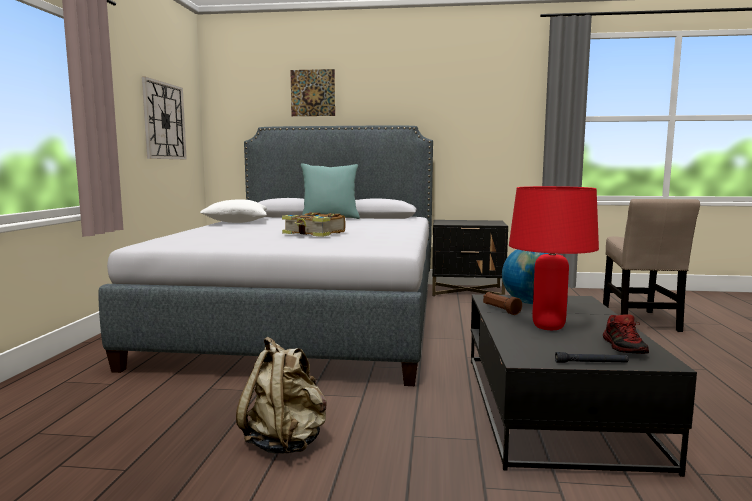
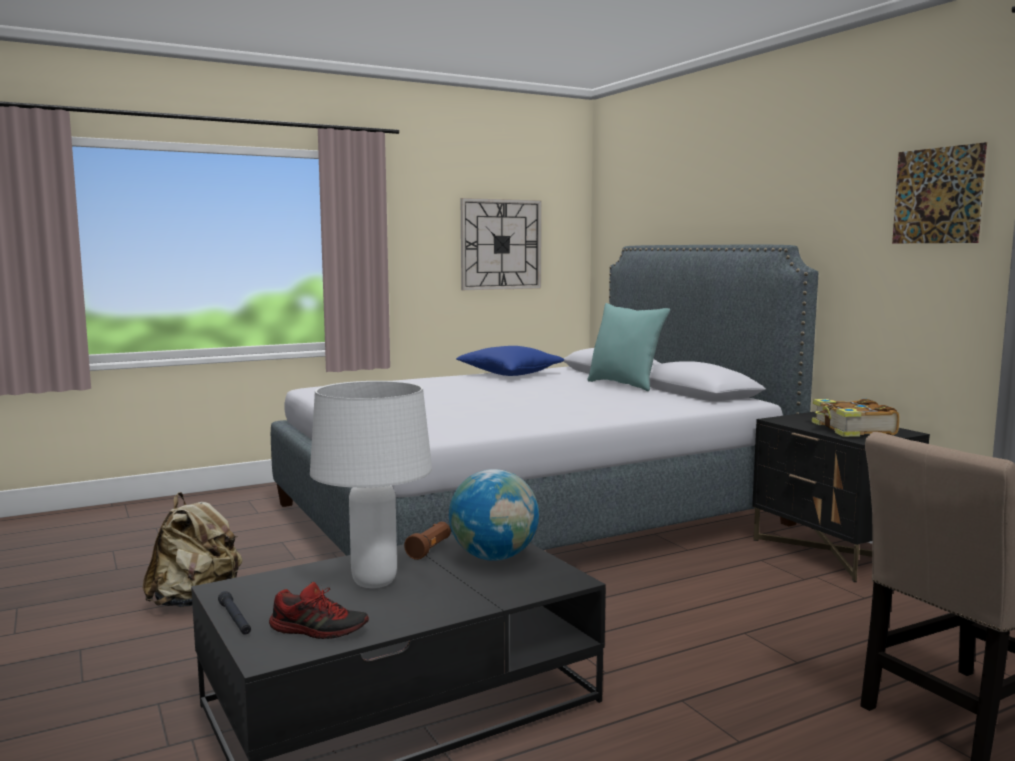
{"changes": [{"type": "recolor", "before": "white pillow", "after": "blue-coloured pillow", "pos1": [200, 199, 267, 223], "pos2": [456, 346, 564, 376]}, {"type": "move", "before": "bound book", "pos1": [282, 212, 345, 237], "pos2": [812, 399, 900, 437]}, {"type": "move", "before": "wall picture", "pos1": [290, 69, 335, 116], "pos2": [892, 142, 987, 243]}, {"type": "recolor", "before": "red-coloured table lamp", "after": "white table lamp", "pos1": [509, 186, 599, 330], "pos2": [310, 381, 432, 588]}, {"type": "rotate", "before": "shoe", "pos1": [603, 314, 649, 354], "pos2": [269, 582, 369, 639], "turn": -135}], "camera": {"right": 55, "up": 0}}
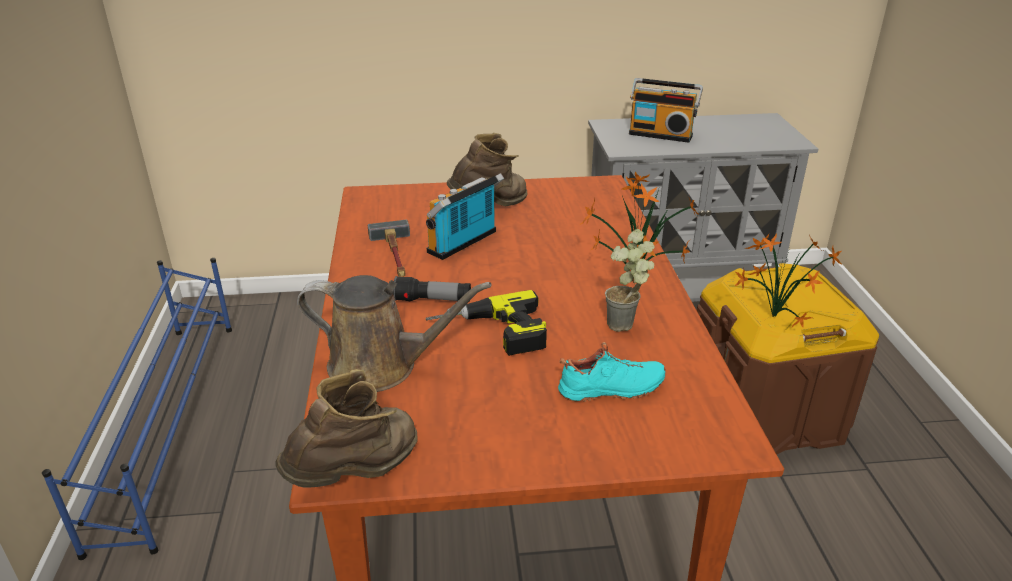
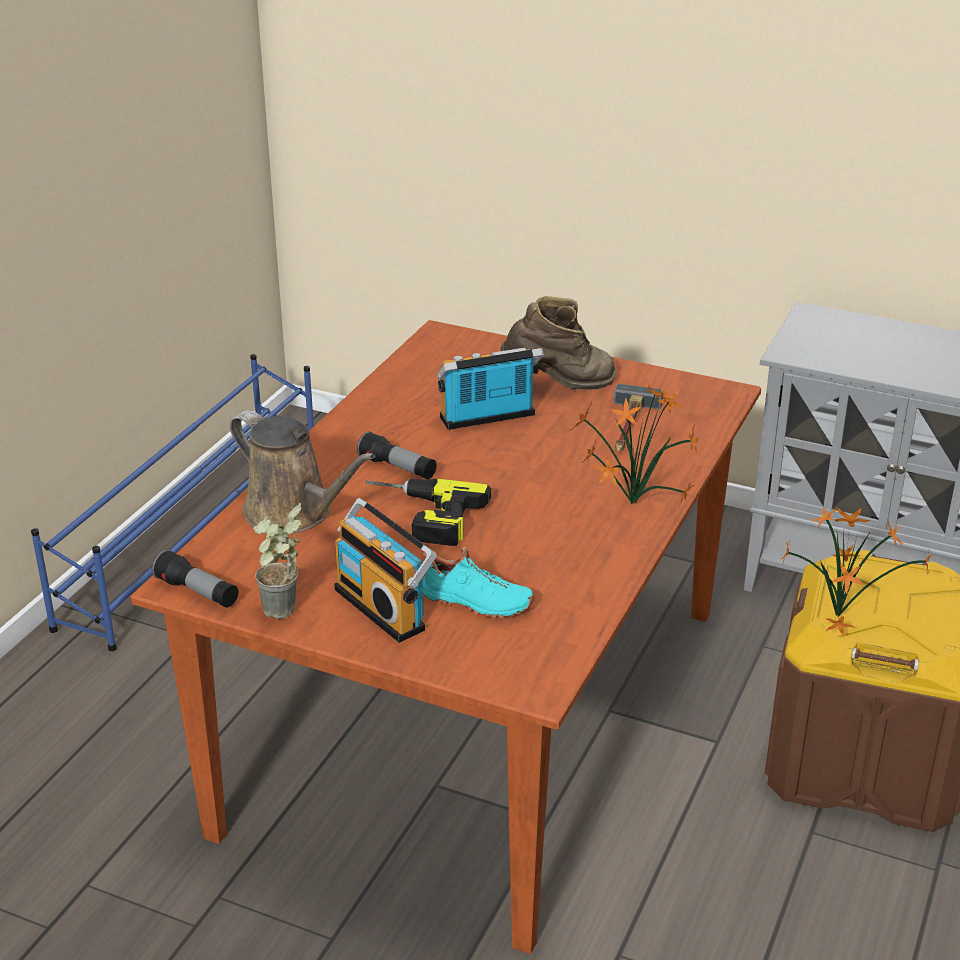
{"changes": [{"type": "replace", "before": "brown boot", "after": "flashlight", "pos1": [275, 369, 418, 488], "pos2": [152, 549, 238, 608]}, {"type": "move", "before": "hand hammer", "pos1": [368, 220, 410, 277], "pos2": [613, 384, 663, 451]}, {"type": "move", "before": "potted plant", "pos1": [605, 229, 654, 332], "pos2": [254, 503, 301, 619]}, {"type": "move", "before": "radio", "pos1": [629, 78, 703, 143], "pos2": [334, 498, 437, 643]}], "camera": {"right": 30, "up": 0}}
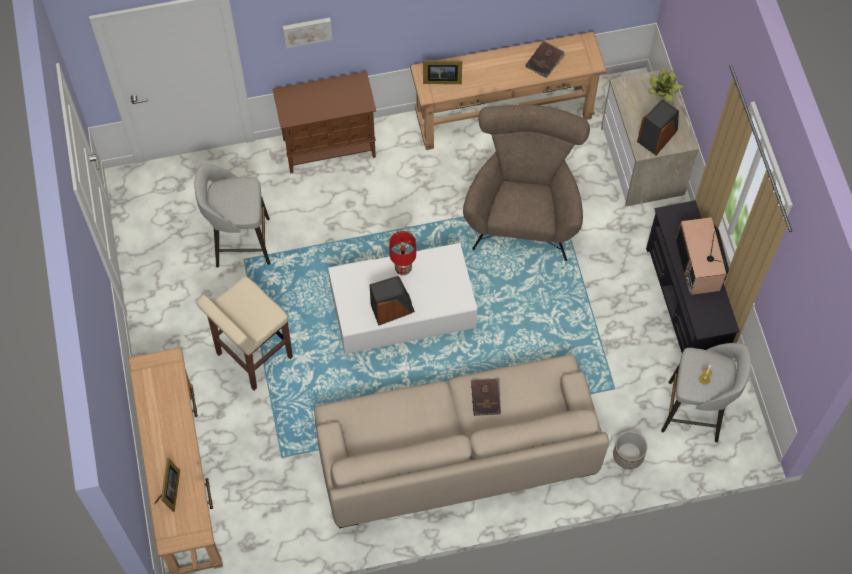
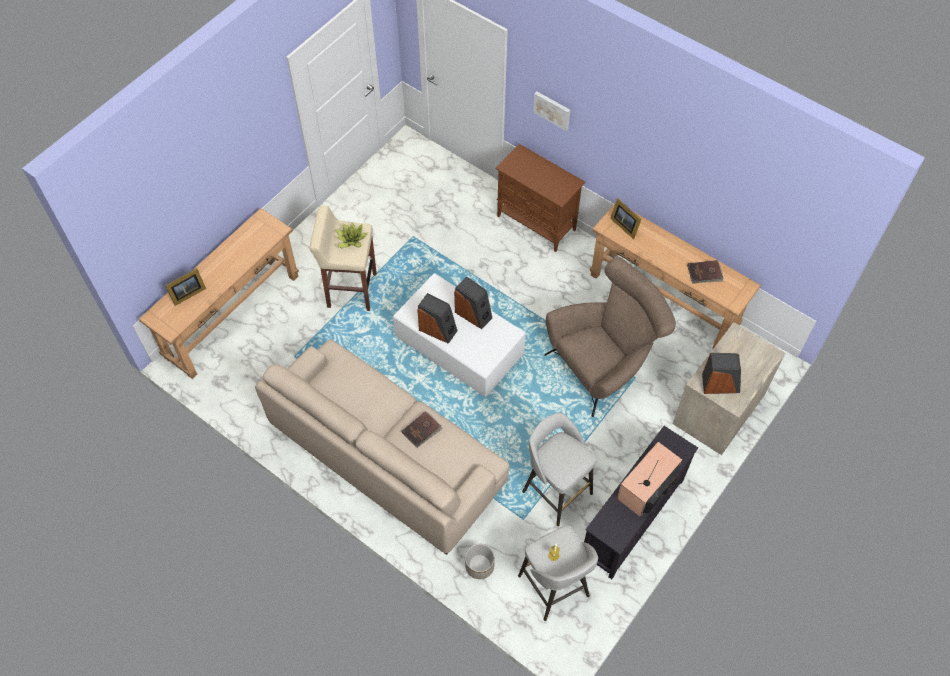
{"changes": [{"type": "move", "before": "grey stool", "pos1": [194, 164, 270, 268], "pos2": [522, 412, 596, 526]}, {"type": "replace", "before": "red-coloured table lamp", "after": "speaker", "pos1": [389, 231, 416, 275], "pos2": [454, 276, 492, 329]}, {"type": "move", "before": "potted plant", "pos1": [648, 67, 684, 102], "pos2": [335, 222, 368, 248]}], "camera": {"right": 50, "up": -5}}
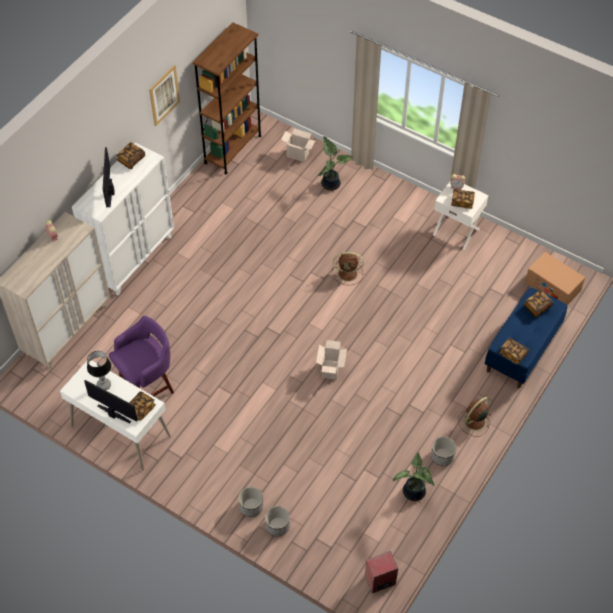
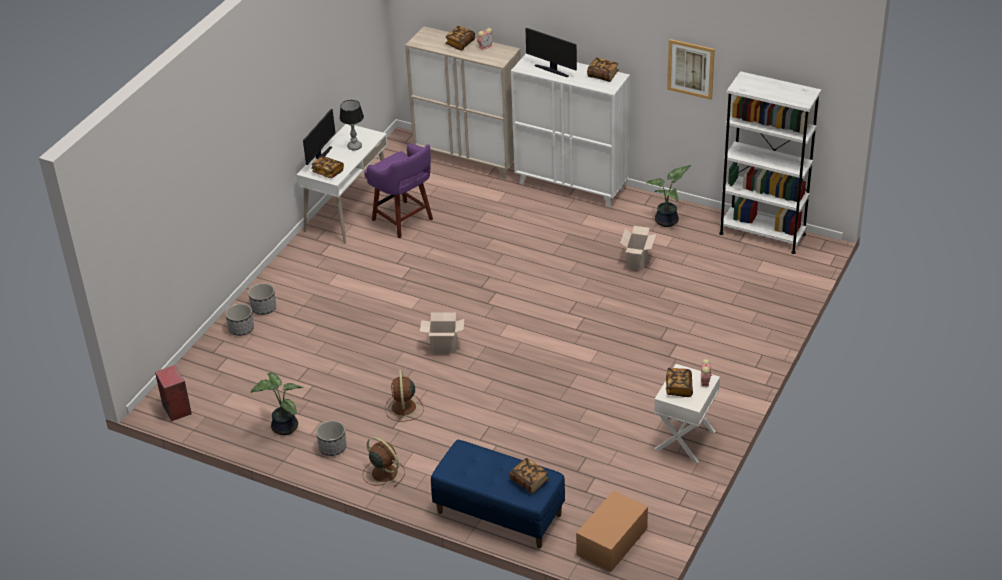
{"changes": [{"type": "rotate", "before": "computer display", "pos1": [103, 147, 115, 207], "pos2": [525, 28, 577, 78], "turn": -135}, {"type": "recolor", "before": "brown shelving unit", "after": "white shelving unit", "pos1": [192, 22, 262, 174], "pos2": [719, 71, 822, 254]}, {"type": "move", "before": "carton", "pos1": [281, 129, 315, 162], "pos2": [620, 226, 656, 270]}, {"type": "move", "before": "potted plant", "pos1": [318, 136, 353, 191], "pos2": [646, 165, 692, 227]}, {"type": "move", "before": "brown fan", "pos1": [332, 252, 364, 285], "pos2": [385, 369, 424, 422]}, {"type": "move", "before": "bound book", "pos1": [499, 338, 529, 365], "pos2": [445, 26, 475, 51]}], "camera": {"right": 85, "up": -15}}
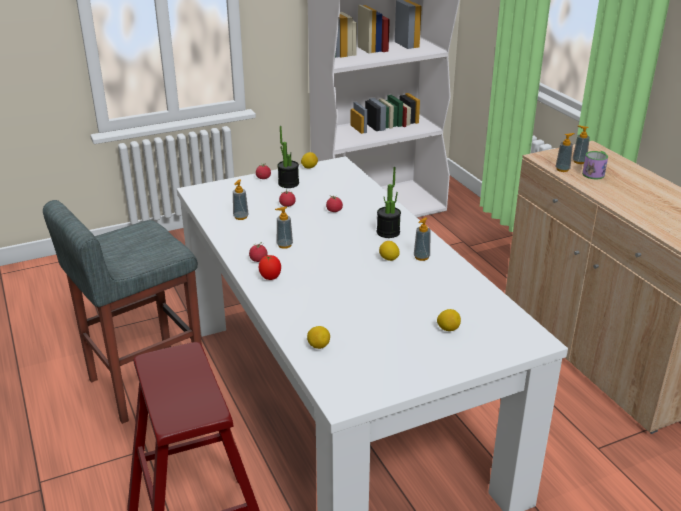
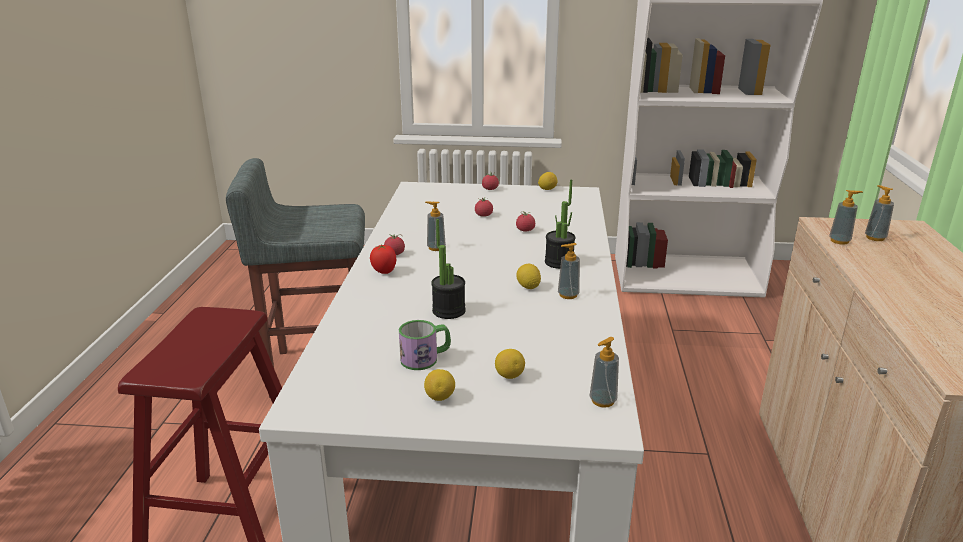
{"changes": [{"type": "move", "before": "liquid soap bottle", "pos1": [233, 179, 249, 220], "pos2": [590, 337, 619, 408]}, {"type": "move", "before": "potted plant", "pos1": [277, 126, 299, 188], "pos2": [431, 219, 466, 319]}, {"type": "move", "before": "citrus fruit", "pos1": [307, 326, 330, 349], "pos2": [424, 369, 455, 401]}, {"type": "move", "before": "tea mug", "pos1": [582, 151, 608, 179], "pos2": [399, 320, 451, 370]}], "camera": {"right": 30, "up": -5}}
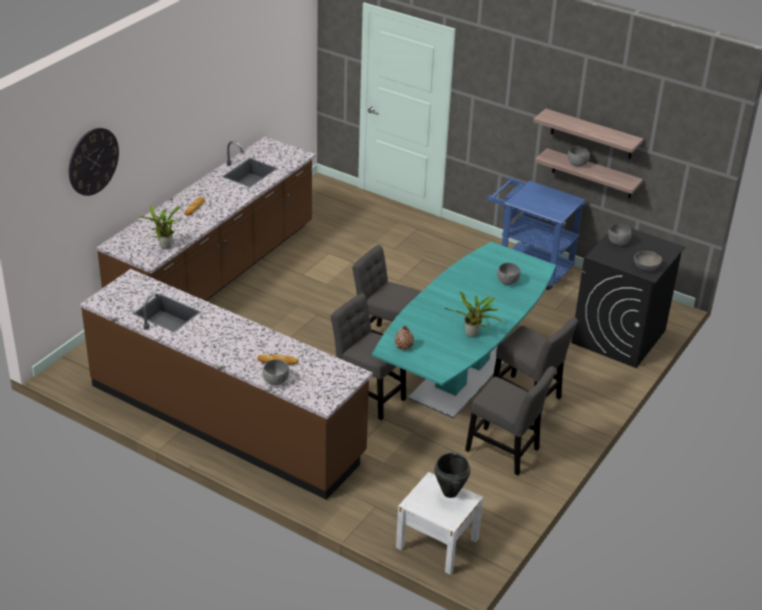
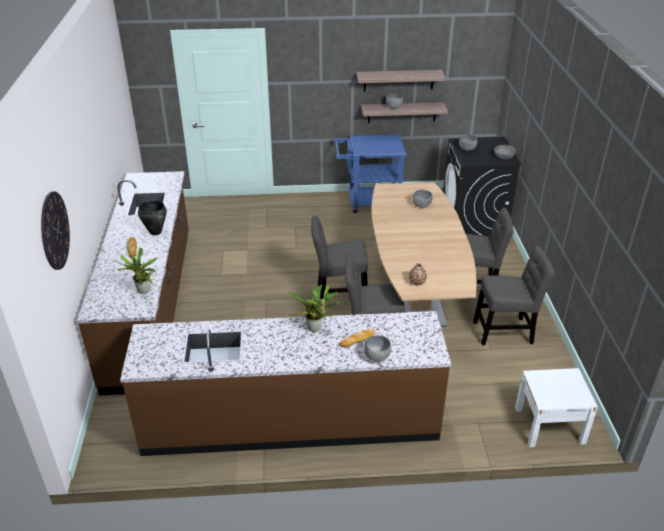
{"changes": [{"type": "recolor", "before": "blue-green kitchen table", "after": "brown kitchen table", "pos1": [372, 242, 556, 419], "pos2": [371, 182, 477, 327]}, {"type": "move", "before": "blackish stockpot", "pos1": [434, 453, 470, 498], "pos2": [138, 200, 167, 235]}, {"type": "move", "before": "potted plant", "pos1": [445, 291, 502, 337], "pos2": [288, 284, 347, 332]}], "camera": {"right": -35, "up": 0}}
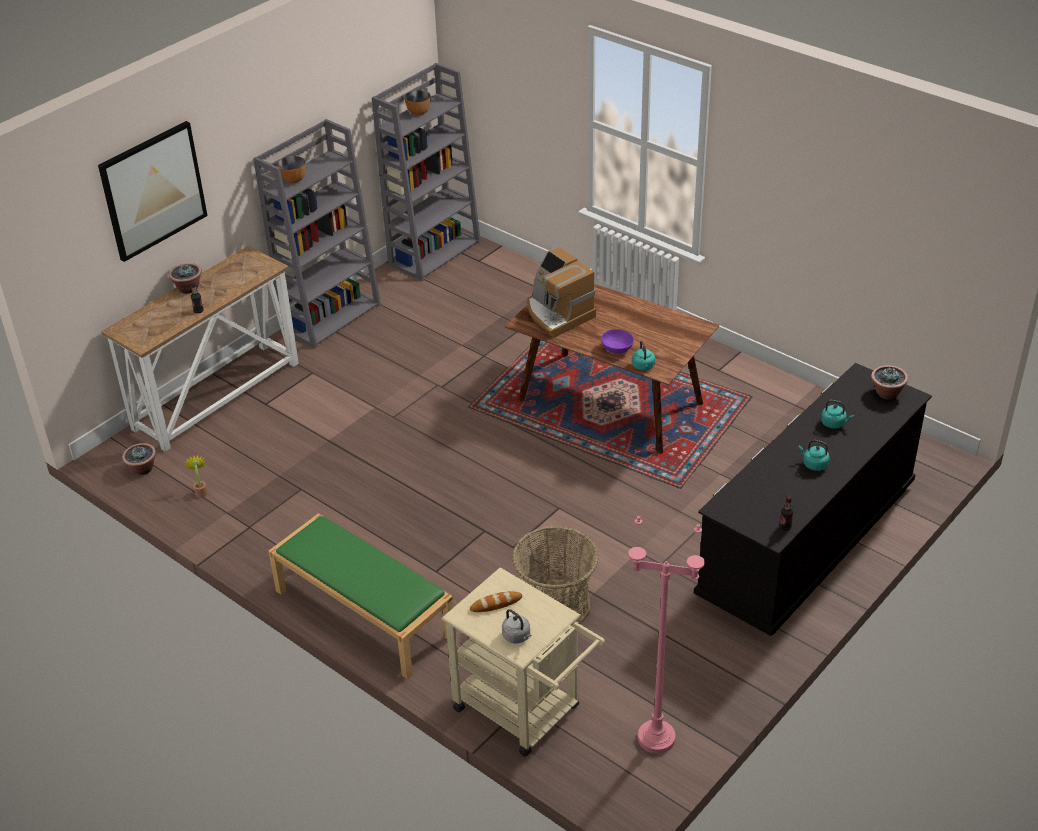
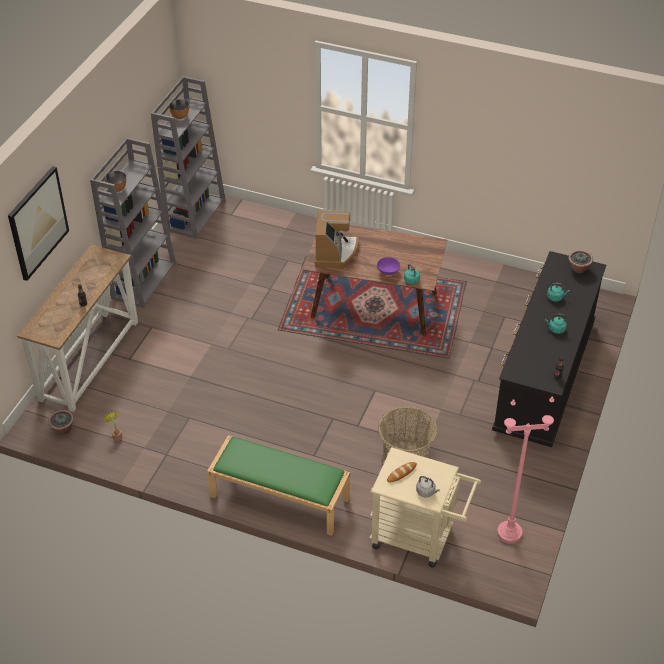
{"changes": [{"type": "delete", "before": "potted plant", "pos1": [169, 263, 202, 294]}, {"type": "rotate", "before": "coffee brewer", "pos1": [527, 247, 596, 338], "pos2": [315, 211, 359, 269], "turn": -120}], "camera": {"right": -20, "up": 5}}
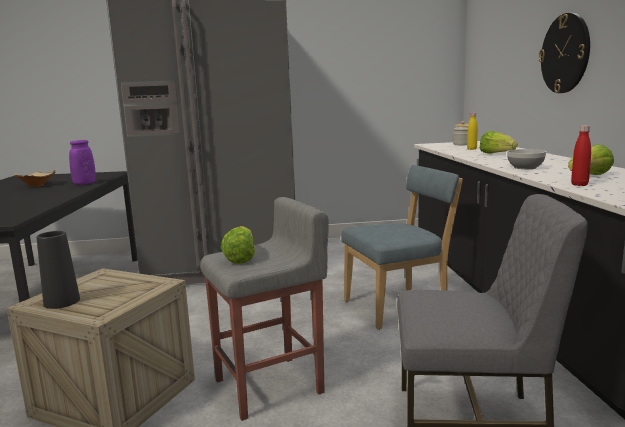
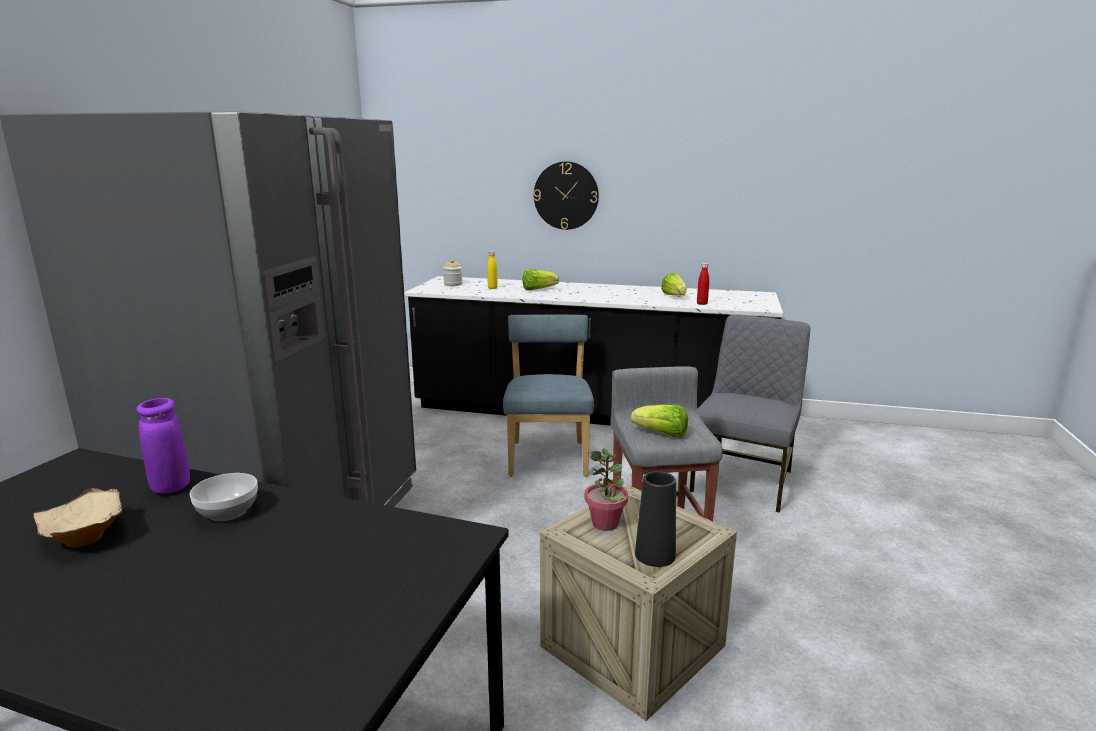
{"changes": [{"type": "move", "before": "bowl", "pos1": [507, 149, 546, 169], "pos2": [190, 473, 258, 521]}, {"type": "insert", "after": "potted plant", "pos2": [585, 448, 628, 531]}], "camera": {"right": -70, "up": 5}}
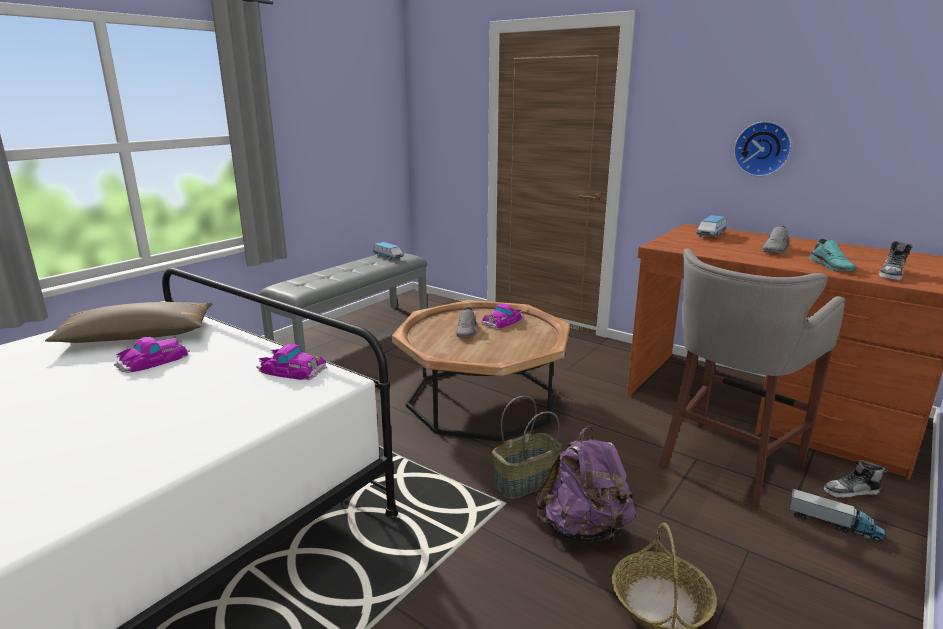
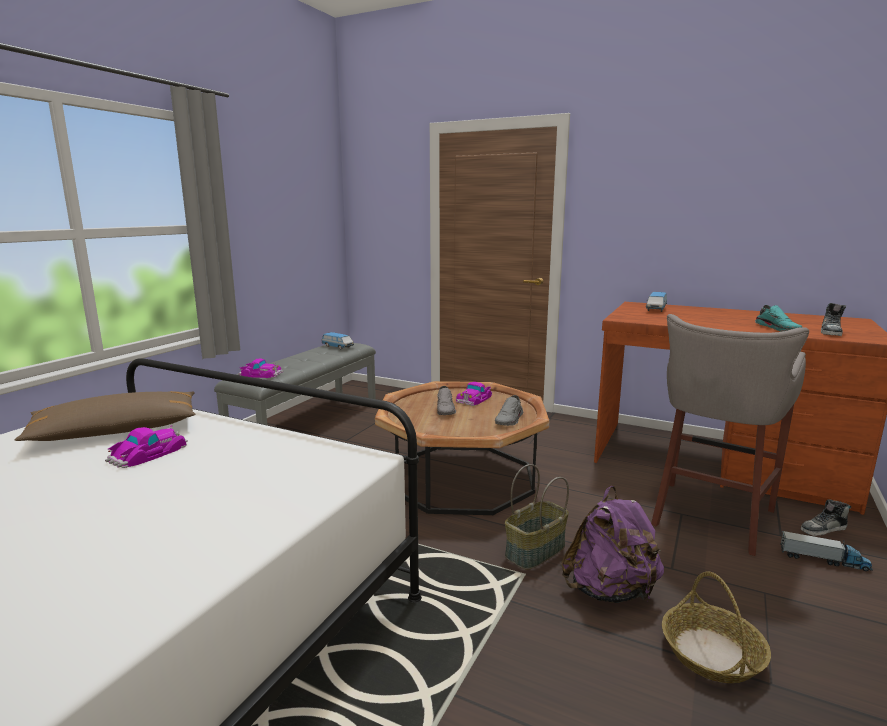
{"changes": [{"type": "move", "before": "model car", "pos1": [256, 344, 327, 380], "pos2": [238, 359, 283, 378]}, {"type": "delete", "before": "hanging clock", "pos1": [734, 121, 791, 176]}, {"type": "move", "before": "grey shoe", "pos1": [762, 226, 789, 254], "pos2": [495, 395, 523, 426]}], "camera": {"right": -10, "up": -5}}
